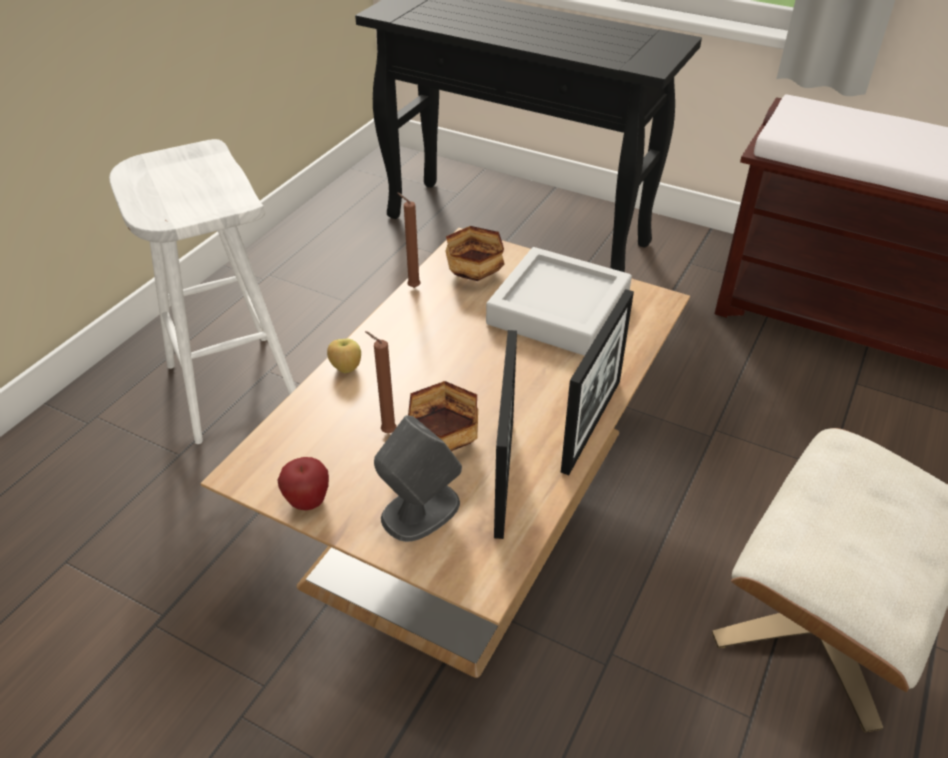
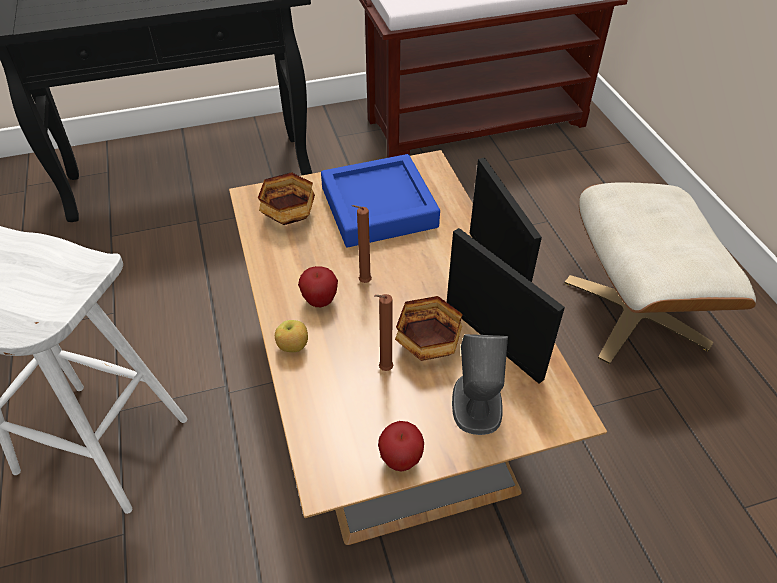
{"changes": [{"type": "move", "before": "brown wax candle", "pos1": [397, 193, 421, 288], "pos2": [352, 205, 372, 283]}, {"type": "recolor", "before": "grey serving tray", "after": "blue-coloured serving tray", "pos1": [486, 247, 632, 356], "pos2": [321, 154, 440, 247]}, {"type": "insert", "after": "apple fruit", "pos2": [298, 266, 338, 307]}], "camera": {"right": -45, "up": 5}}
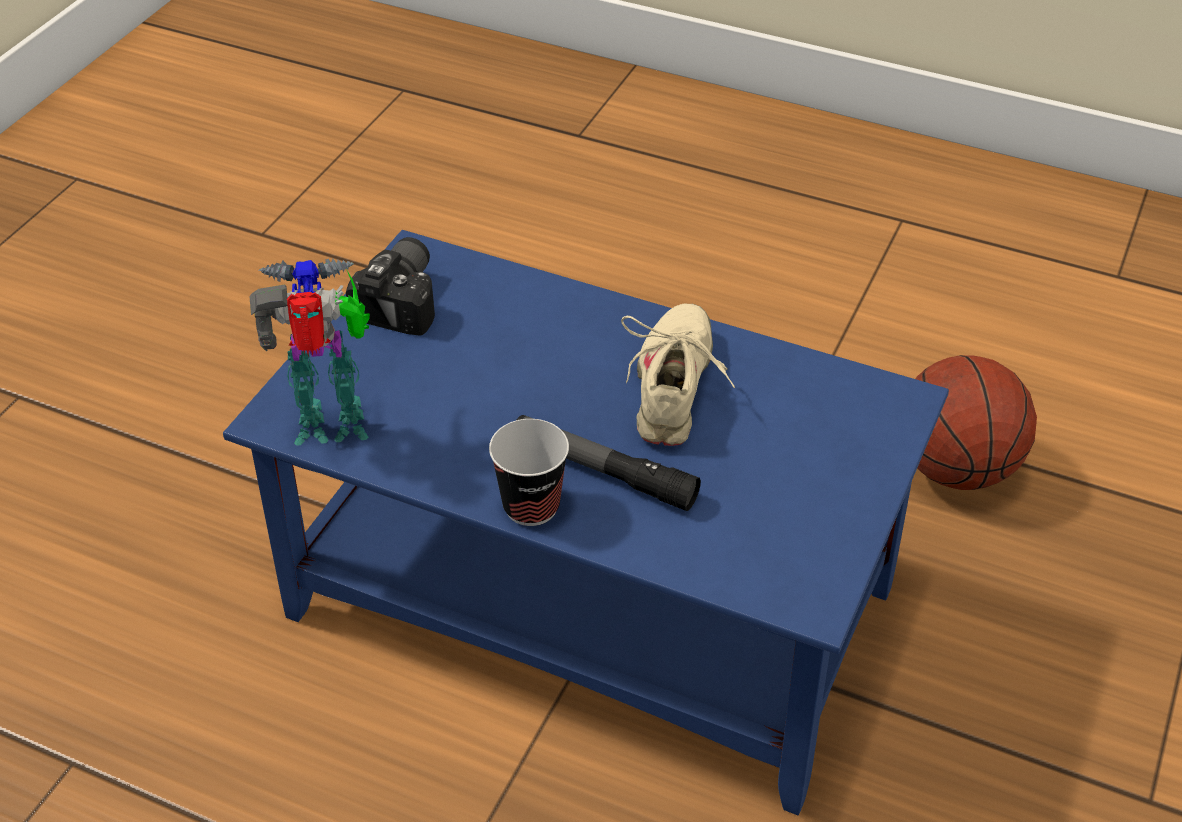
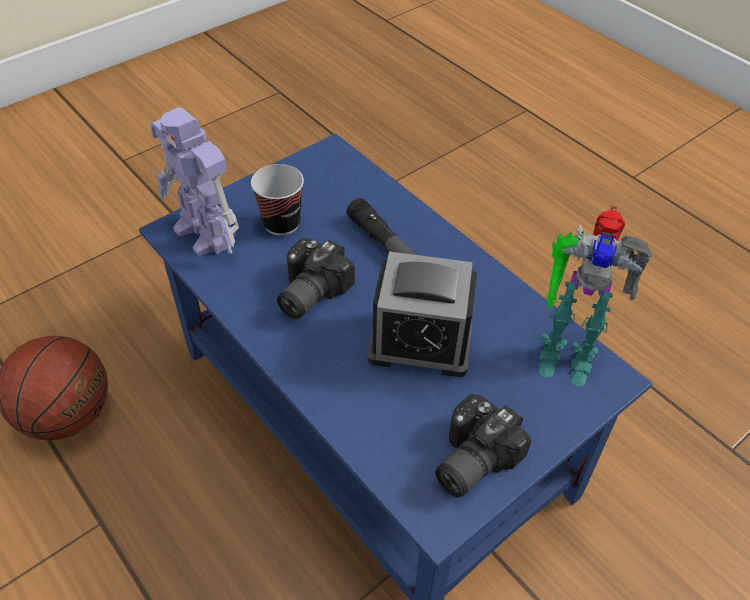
{"changes": [{"type": "move", "before": "small cup", "pos1": [489, 419, 569, 526], "pos2": [251, 164, 304, 236]}, {"type": "replace", "before": "sand-coloured shoe", "after": "still camera", "pos1": [621, 304, 735, 446], "pos2": [277, 238, 355, 319]}, {"type": "insert", "after": "model robot", "pos2": [150, 107, 239, 256]}, {"type": "insert", "after": "alarm clock", "pos2": [367, 252, 477, 377]}], "camera": {"right": -155, "up": 5}}
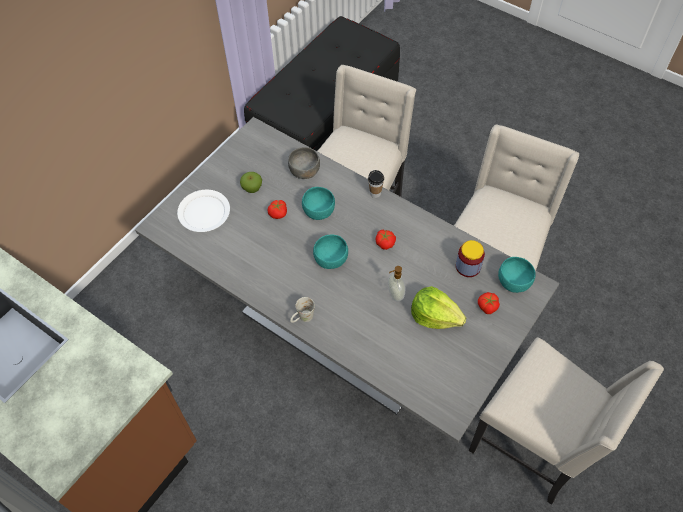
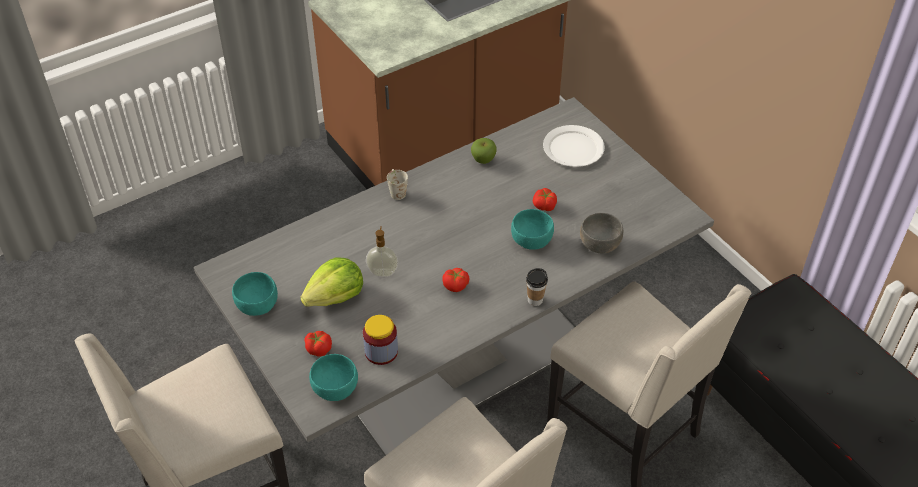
{"changes": [{"type": "move", "before": "apple fruit", "pos1": [240, 172, 262, 193], "pos2": [471, 138, 497, 164]}, {"type": "move", "before": "blue-green bowl", "pos1": [313, 234, 348, 269], "pos2": [232, 272, 278, 316]}], "camera": {"right": 110, "up": -10}}
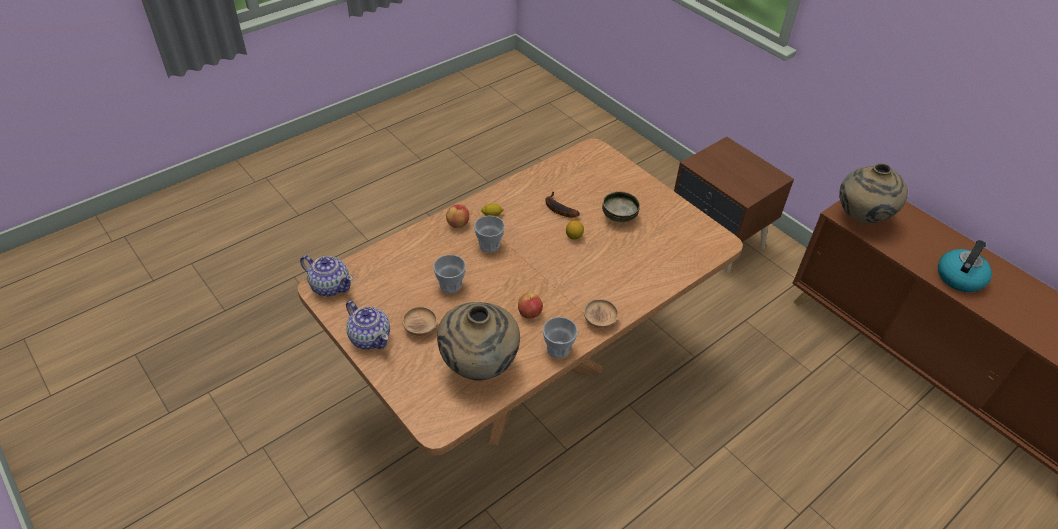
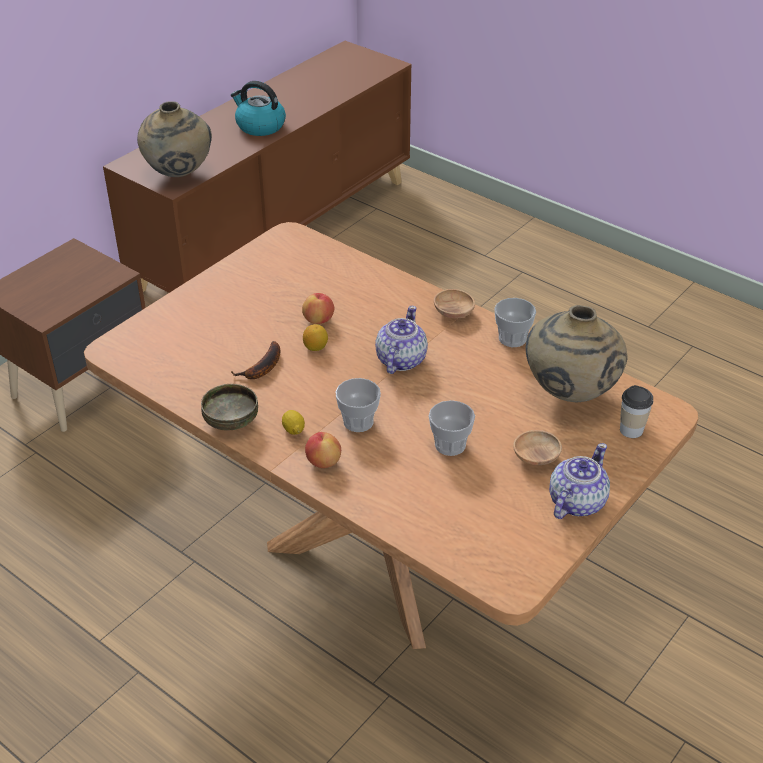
{"changes": [{"type": "move", "before": "tea pot", "pos1": [300, 255, 354, 296], "pos2": [375, 306, 428, 374]}, {"type": "move", "before": "apple fruit", "pos1": [518, 293, 543, 319], "pos2": [302, 293, 335, 324]}, {"type": "move", "before": "bowl", "pos1": [602, 191, 640, 222], "pos2": [201, 384, 258, 431]}, {"type": "insert", "after": "small cup", "pos2": [620, 385, 653, 438]}], "camera": {"right": -100, "up": -5}}
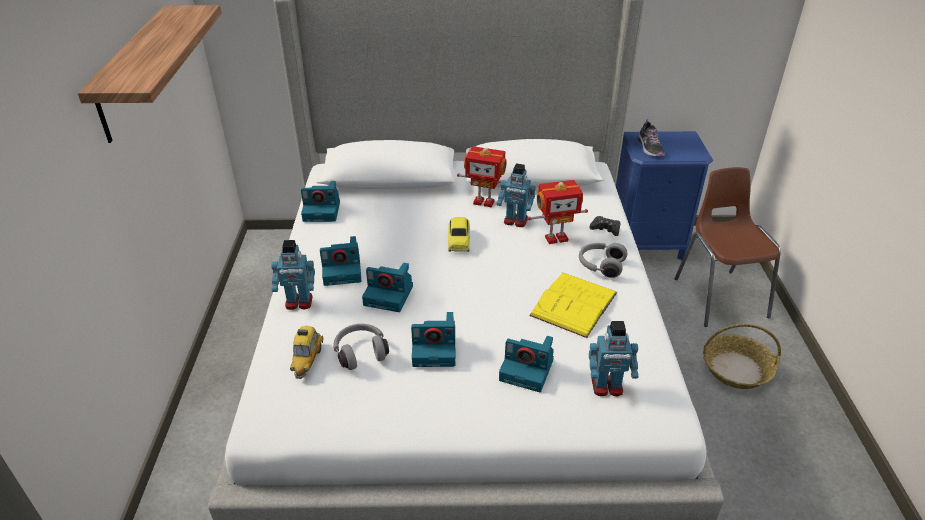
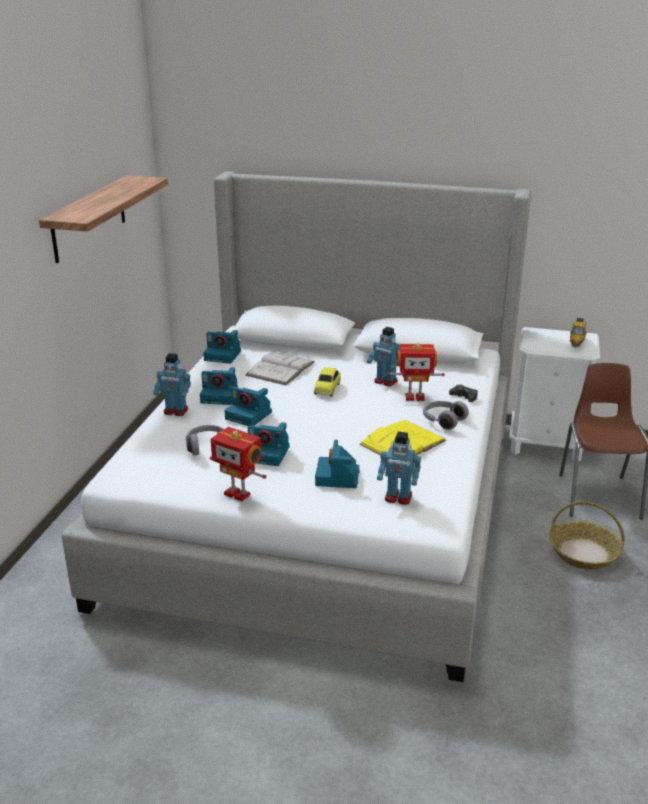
{"changes": [{"type": "move", "before": "model car", "pos1": [290, 326, 324, 379], "pos2": [570, 318, 587, 348]}, {"type": "move", "before": "model robot", "pos1": [457, 146, 507, 207], "pos2": [210, 427, 266, 501]}, {"type": "rotate", "before": "still camera", "pos1": [499, 336, 554, 392], "pos2": [315, 440, 360, 488], "turn": 60}, {"type": "recolor", "before": "blue-coloured night table", "after": "white night table", "pos1": [616, 131, 713, 260], "pos2": [509, 327, 600, 462]}, {"type": "delete", "before": "shoe", "pos1": [638, 119, 665, 157]}, {"type": "insert", "after": "white bound book", "pos2": [245, 352, 315, 385]}], "camera": {"right": 15, "up": -10}}
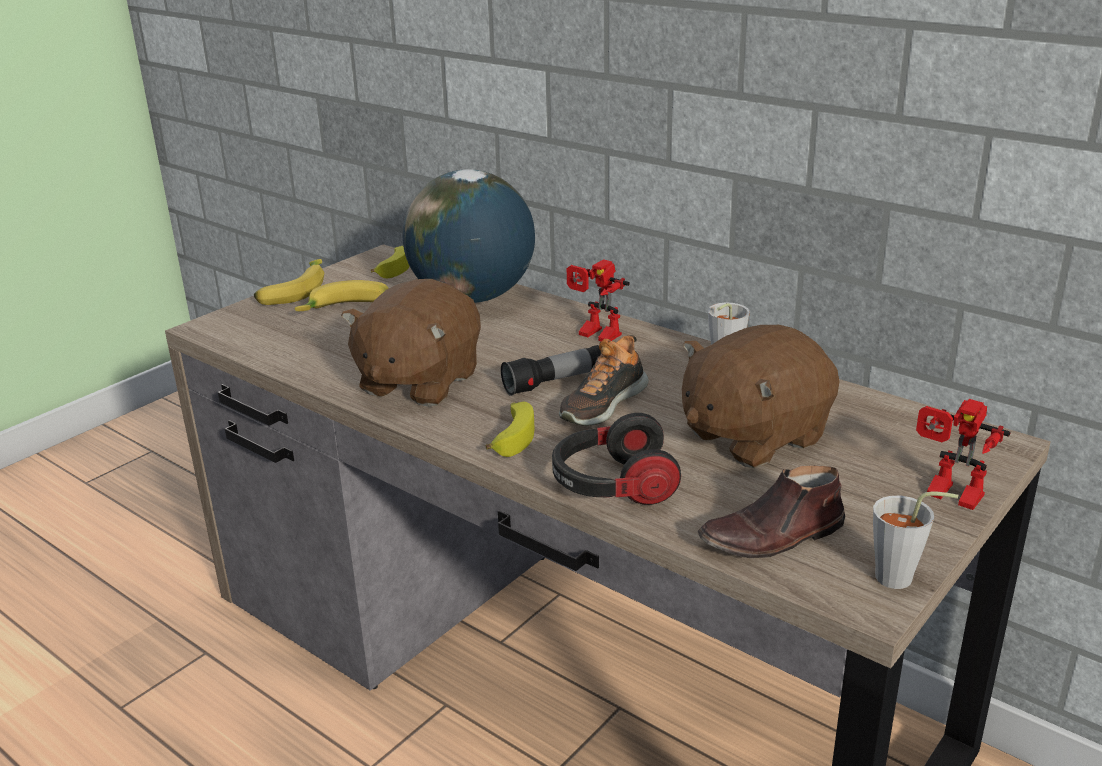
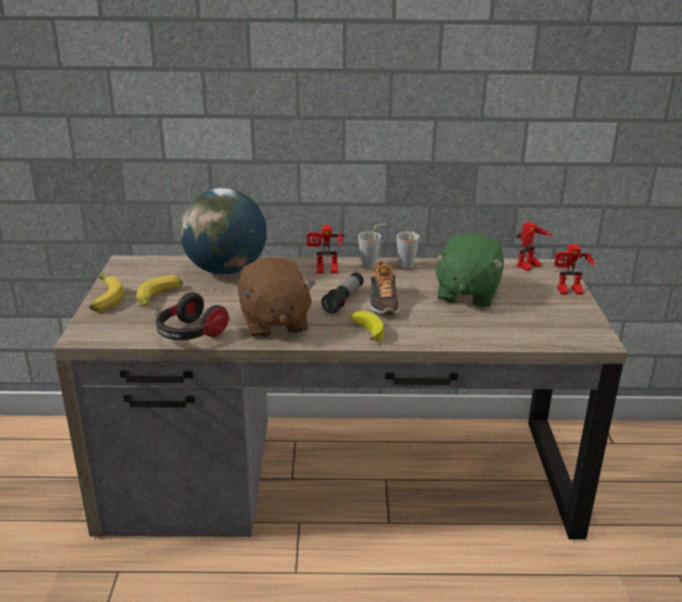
{"changes": [{"type": "delete", "before": "whole banana", "pos1": [371, 246, 410, 278]}, {"type": "move", "before": "headphones", "pos1": [552, 413, 681, 505], "pos2": [156, 292, 229, 340]}, {"type": "recolor", "before": "brown cuddly toy", "after": "green-coloured cuddly toy", "pos1": [682, 325, 839, 468], "pos2": [433, 233, 504, 308]}, {"type": "delete", "before": "brown shoe", "pos1": [697, 466, 845, 558]}, {"type": "move", "before": "grey small cup", "pos1": [873, 492, 958, 589], "pos2": [358, 224, 387, 269]}, {"type": "insert", "after": "model robot", "pos2": [516, 222, 554, 271]}], "camera": {"right": -40, "up": 0}}
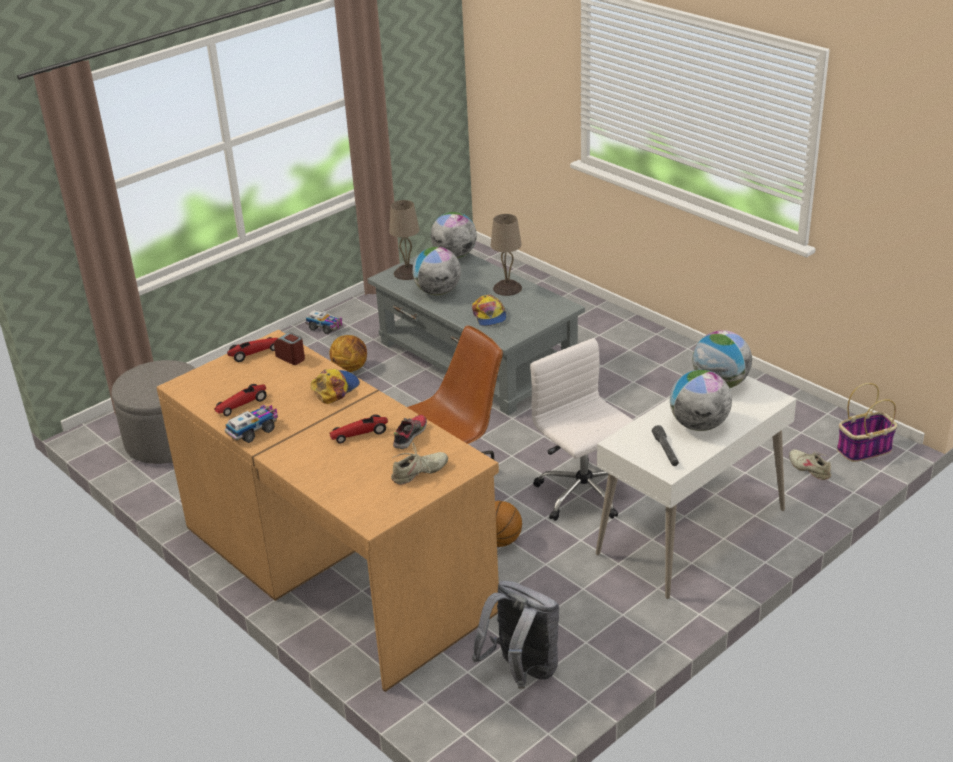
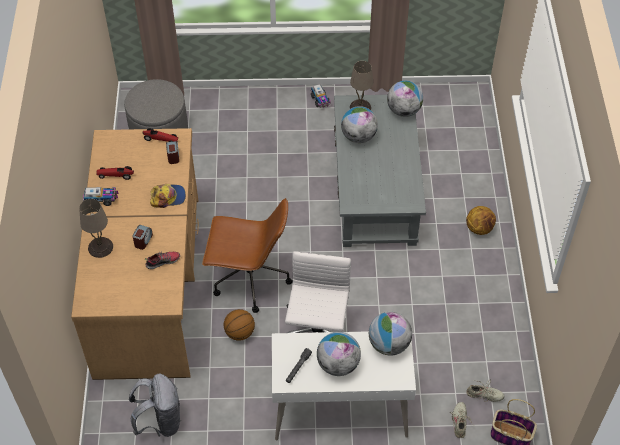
{"changes": [{"type": "move", "before": "basketball", "pos1": [329, 335, 367, 372], "pos2": [466, 206, 496, 235]}, {"type": "replace", "before": "model car", "after": "alarm clock", "pos1": [329, 414, 388, 444], "pos2": [132, 225, 153, 250]}, {"type": "move", "before": "sand-coloured shoe", "pos1": [391, 443, 448, 485], "pos2": [466, 379, 504, 402]}, {"type": "delete", "before": "baseball cap", "pos1": [472, 295, 507, 326]}, {"type": "move", "before": "sand-coloured table lamp", "pos1": [491, 214, 522, 296], "pos2": [79, 199, 113, 258]}], "camera": {"right": 40, "up": 20}}
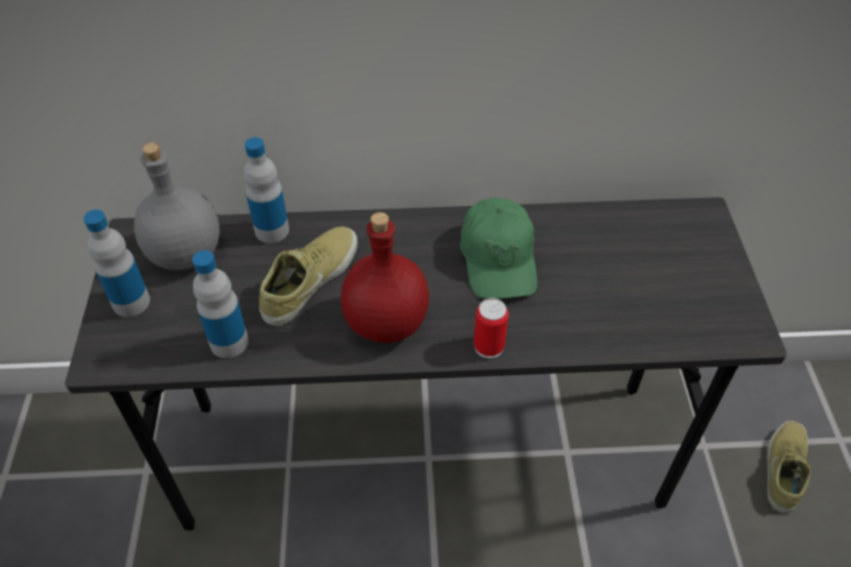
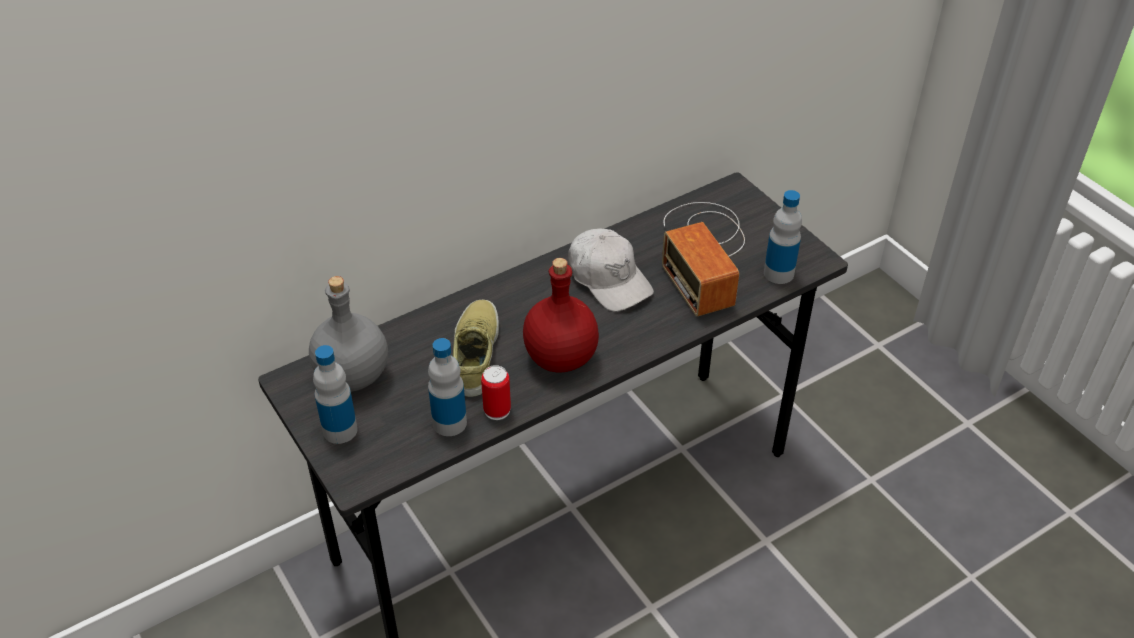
{"changes": [{"type": "move", "before": "beverage bottle", "pos1": [244, 137, 289, 243], "pos2": [764, 190, 802, 284]}, {"type": "recolor", "before": "green-coloured baseball cap", "after": "white baseball cap", "pos1": [460, 198, 537, 299], "pos2": [568, 228, 654, 312]}, {"type": "move", "before": "can", "pos1": [474, 298, 509, 358], "pos2": [481, 365, 511, 420]}, {"type": "delete", "before": "sand-coloured shoe", "pos1": [767, 421, 811, 513]}, {"type": "insert", "after": "radio", "pos2": [662, 202, 745, 317]}], "camera": {"right": -30, "up": -5}}
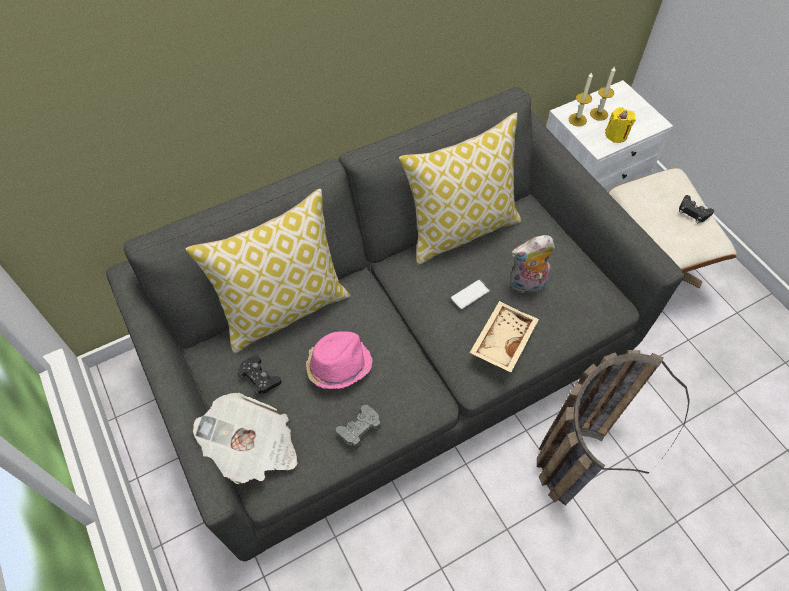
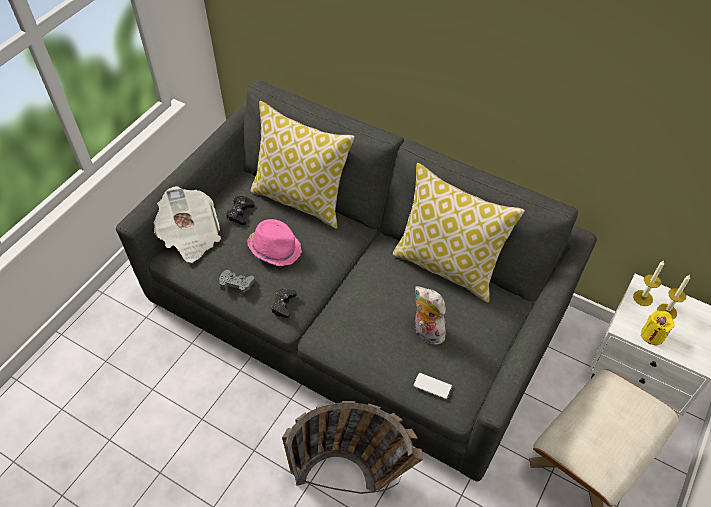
{"changes": [{"type": "move", "before": "telephone", "pos1": [451, 279, 490, 309], "pos2": [413, 373, 453, 399]}, {"type": "delete", "before": "sand-coloured serving tray", "pos1": [469, 301, 539, 373]}, {"type": "move", "before": "blackish gamepad", "pos1": [679, 195, 714, 223], "pos2": [271, 288, 297, 318]}], "camera": {"right": 60, "up": -5}}
